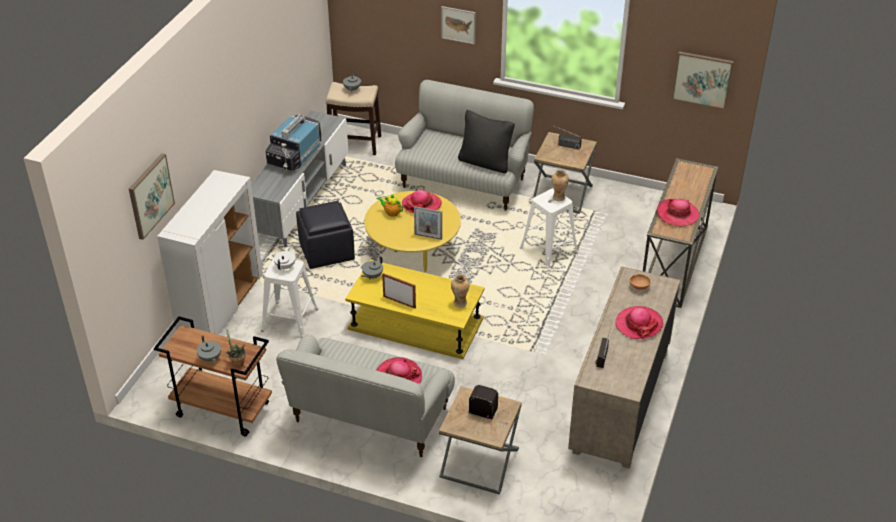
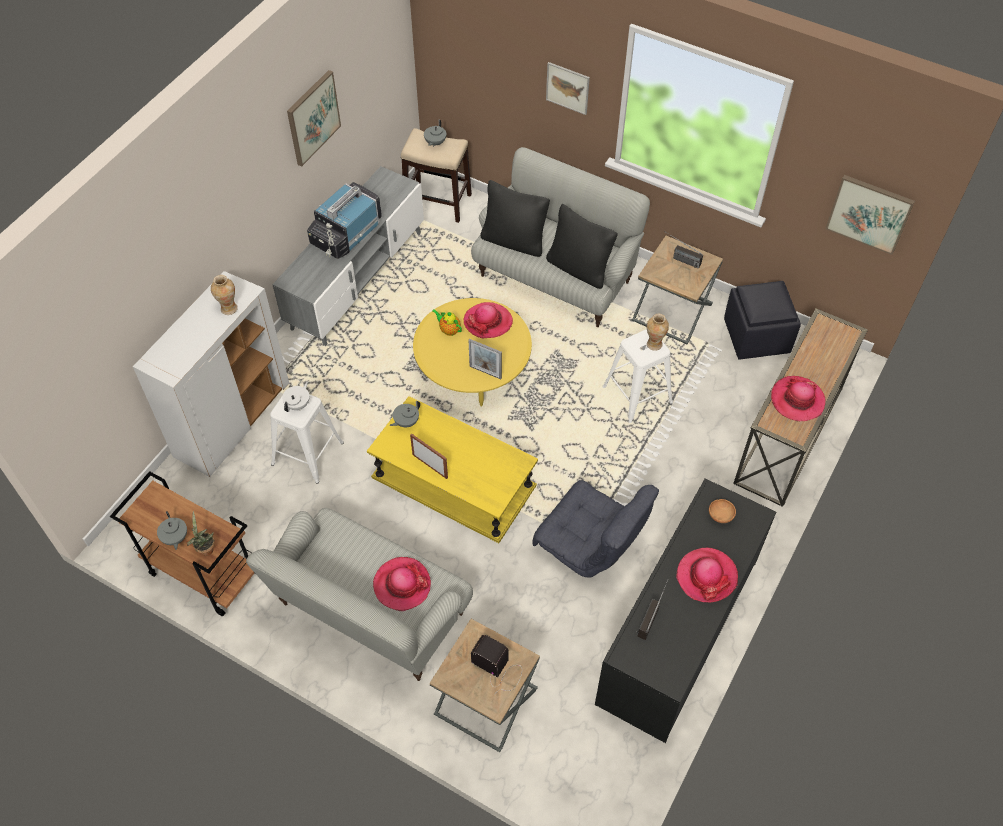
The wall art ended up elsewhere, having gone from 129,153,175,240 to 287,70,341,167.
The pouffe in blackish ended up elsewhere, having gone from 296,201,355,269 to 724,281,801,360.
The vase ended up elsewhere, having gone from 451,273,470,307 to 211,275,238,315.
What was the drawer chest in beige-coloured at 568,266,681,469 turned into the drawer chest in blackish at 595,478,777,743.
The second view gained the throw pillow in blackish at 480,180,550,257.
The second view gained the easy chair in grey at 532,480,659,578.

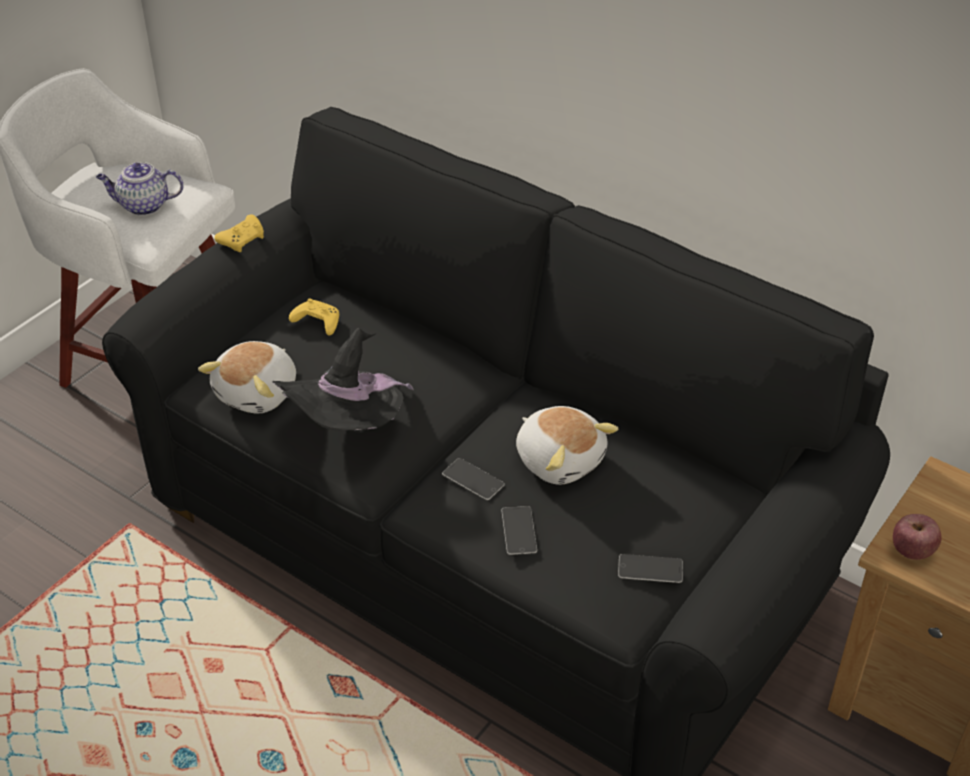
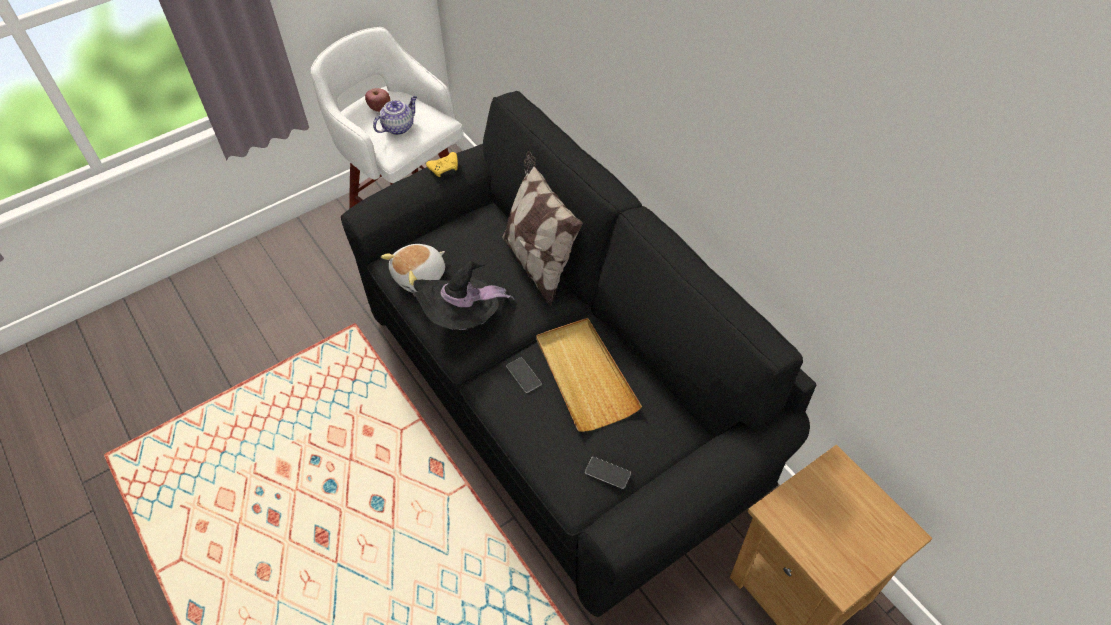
The teapot at 96,162,183,216 ended up facing another way, 120 degrees clockwise from before.
The second view lost the gamepad in yellowish at 289,299,339,335.
The second view lost the phone at 502,506,537,555.
Where the plush toy stood at 516,406,618,485, the tray in beige-coloured came to stand at 536,318,642,432.
The apple fruit ended up elsewhere, having gone from 893,514,941,560 to 365,88,390,112.
The second view gained the throw pillow at 502,151,583,307.

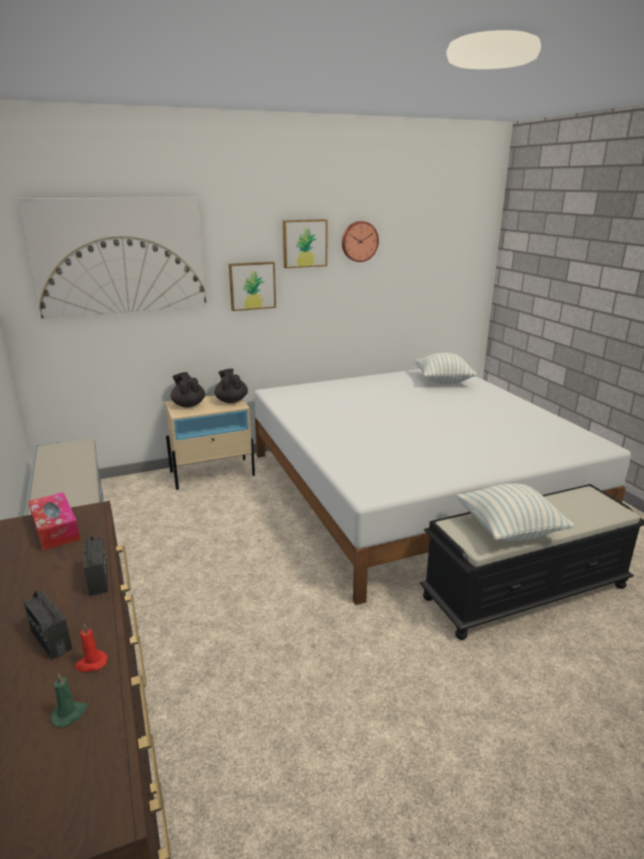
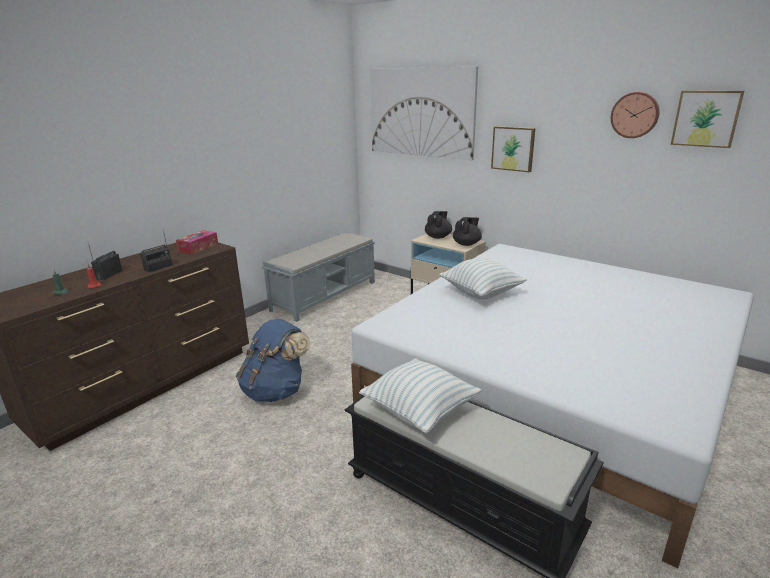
The wall art ended up elsewhere, having gone from 283,219,327,268 to 671,90,744,148.
The throw pillow ended up elsewhere, having gone from 415,353,477,384 to 439,258,527,300.
The second view gained the backpack in blue at 236,318,311,402.

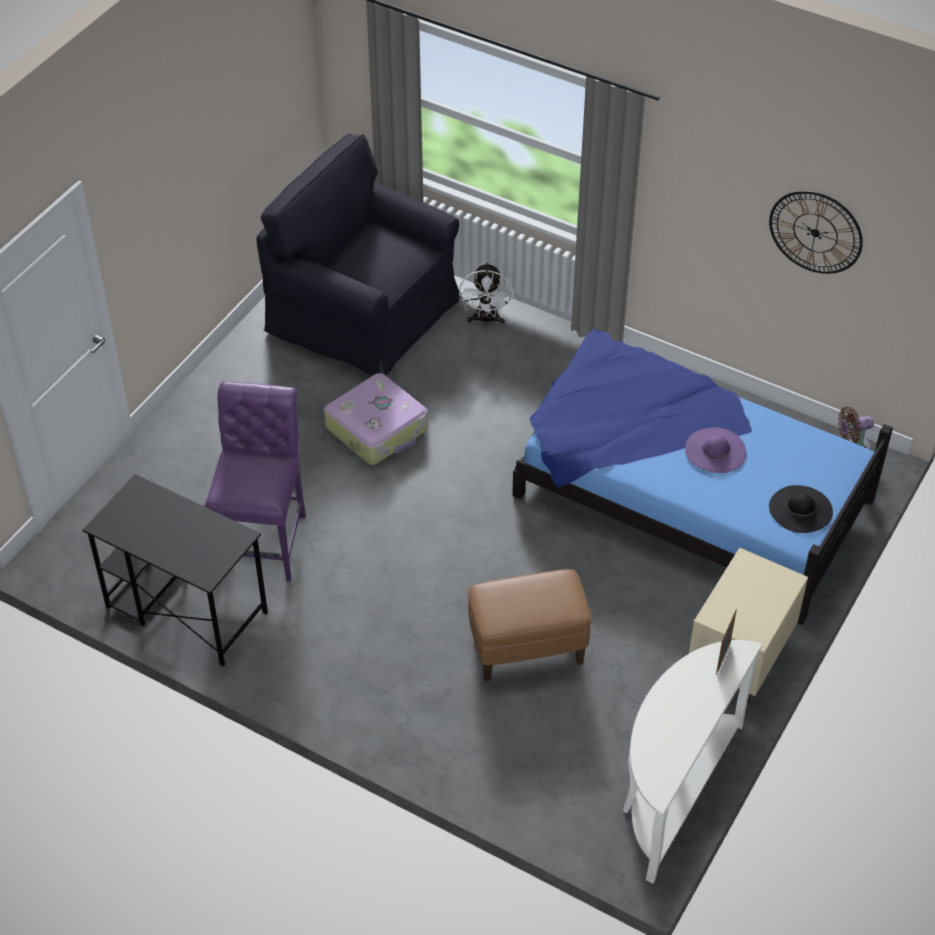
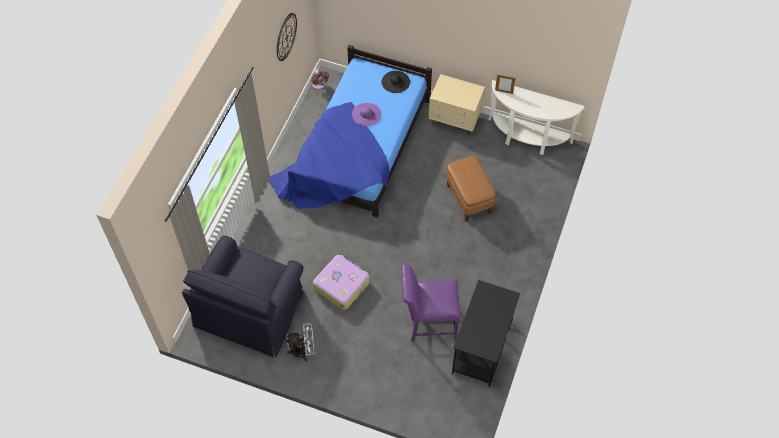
The electric fan in whitish ended up elsewhere, having gone from 459,262,513,325 to 286,323,314,361.

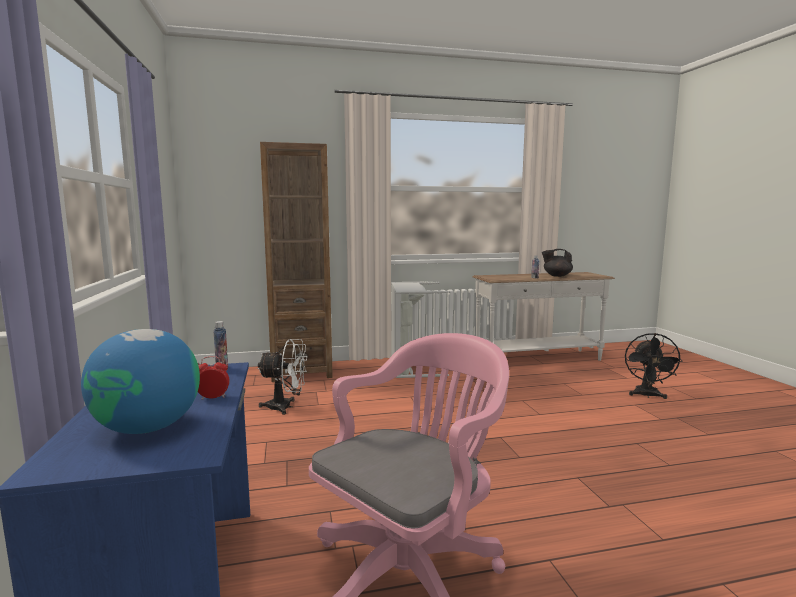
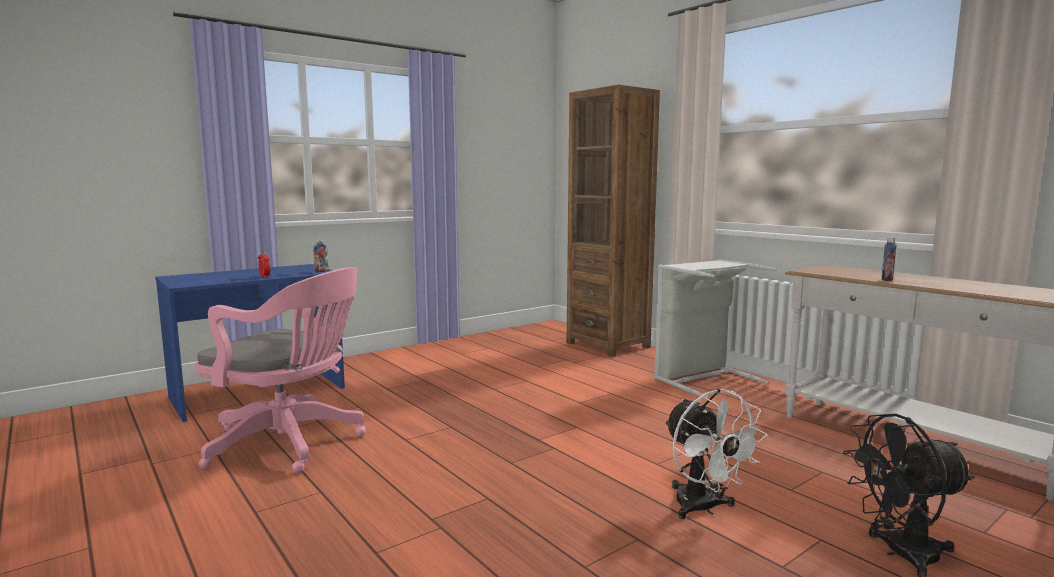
The second view lost the world globe at 81,329,200,434.
The electric fan in whitish ended up elsewhere, having gone from 257,339,307,415 to 665,389,768,519.
The second view lost the teapot in blackish at 542,249,573,277.

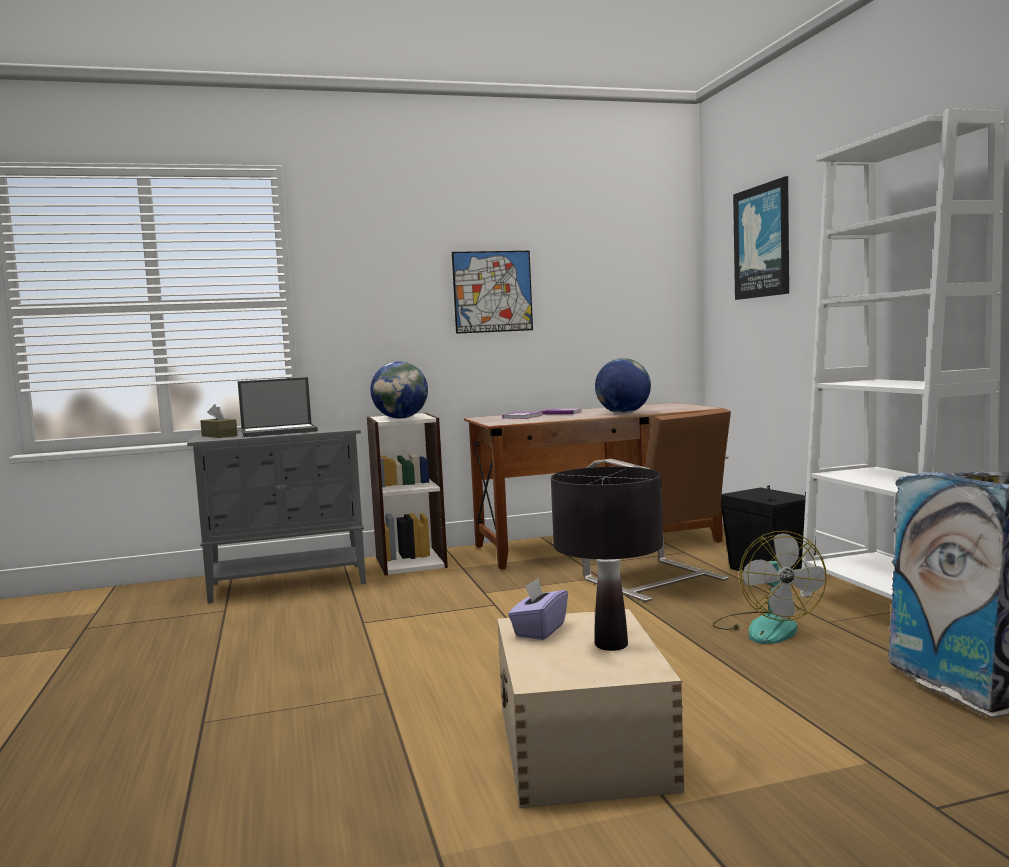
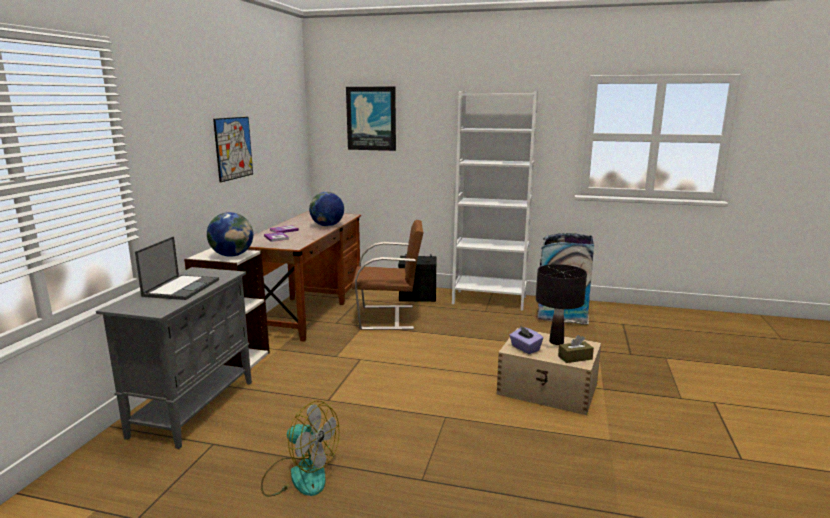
The tissue holder in brown-coloured ended up elsewhere, having gone from 200,404,237,438 to 558,335,594,363.
The electric fan ended up elsewhere, having gone from 712,531,827,644 to 261,400,339,497.

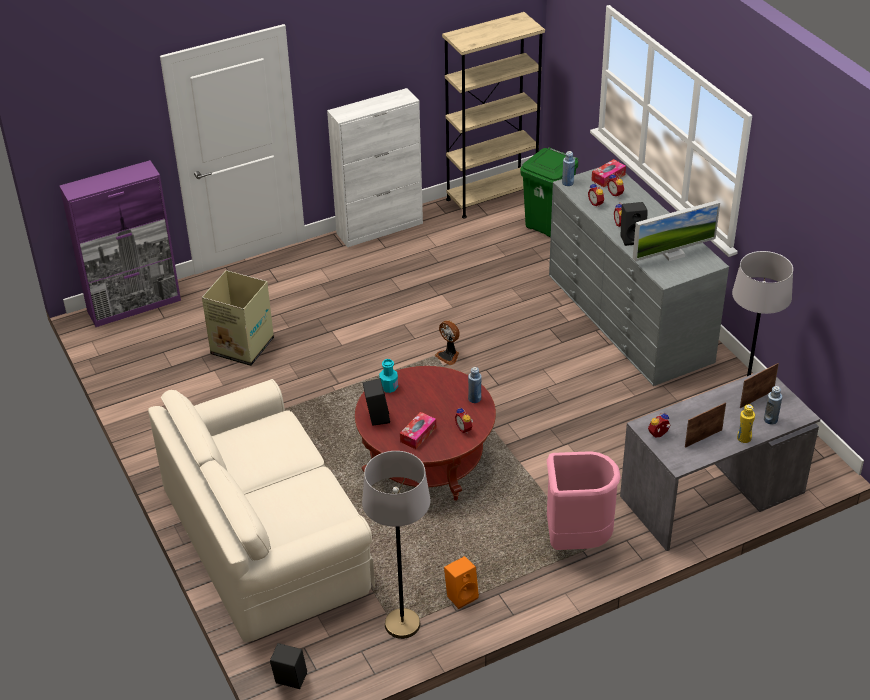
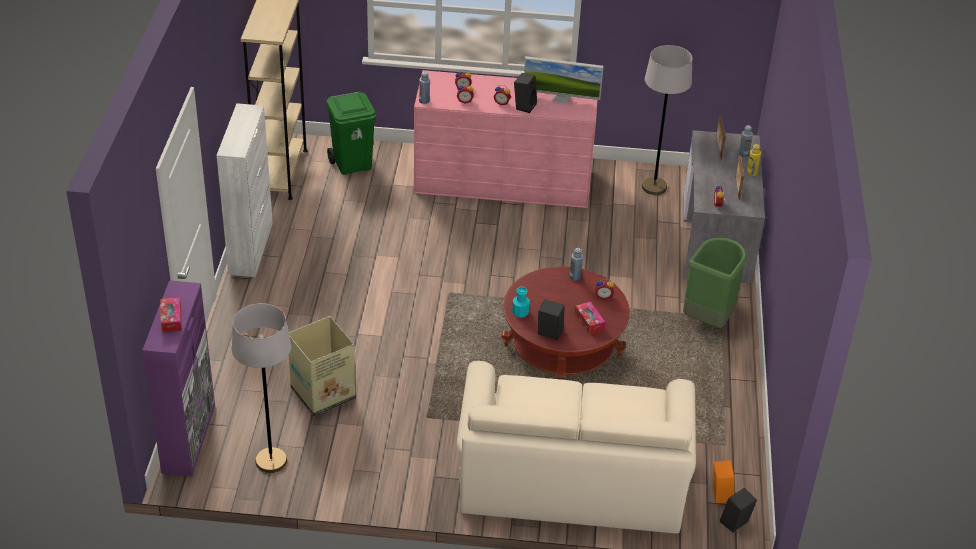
The floor lamp in grey ended up elsewhere, having gone from 362,451,430,639 to 232,303,291,473.
The second view lost the electric fan at 435,320,460,365.
The audio speaker in orange ended up elsewhere, having gone from 444,556,479,609 to 713,460,734,503.
What was the waste bin in pink-coloured at 547,451,621,550 turned into the waste bin in green at 683,238,747,328.
What was the drawer chest in grey at 549,168,729,386 turned into the drawer chest in pink-coloured at 414,70,598,208.
The tissue holder ended up elsewhere, having gone from 591,159,626,187 to 160,297,182,333.
The computer display at 633,200,720,261 ended up facing another way, 90 degrees clockwise from before.

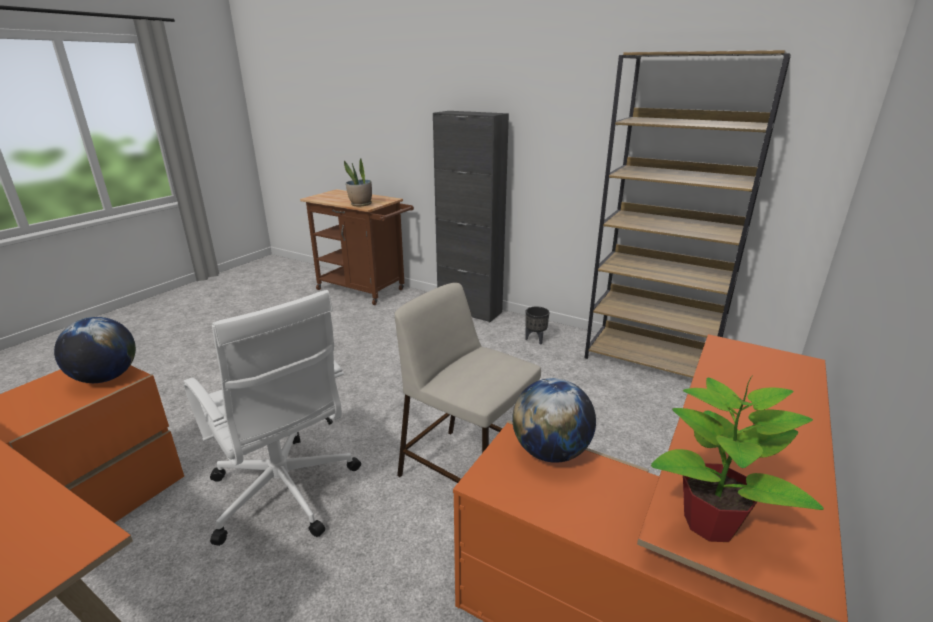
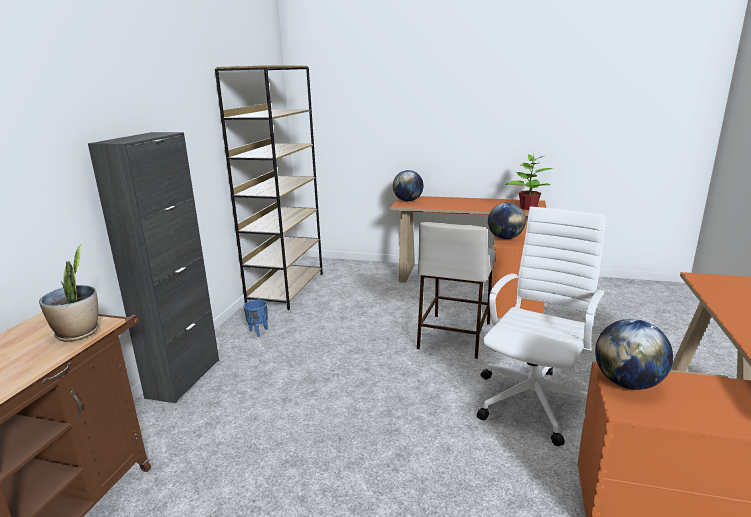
What was the flower pot in blackish at 525,306,550,345 turned into the flower pot in blue at 244,300,268,337.
The second view gained the world globe at 393,170,424,201.

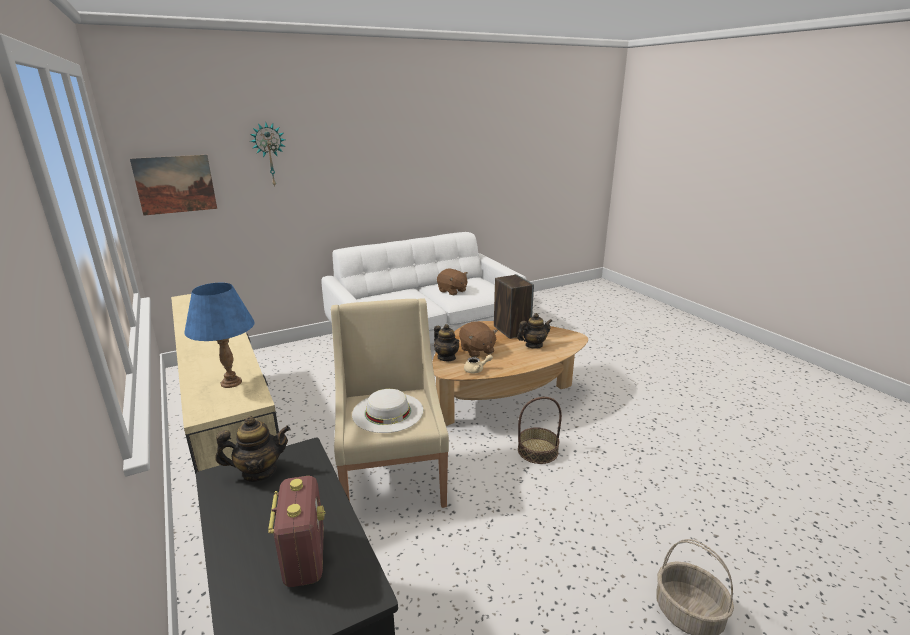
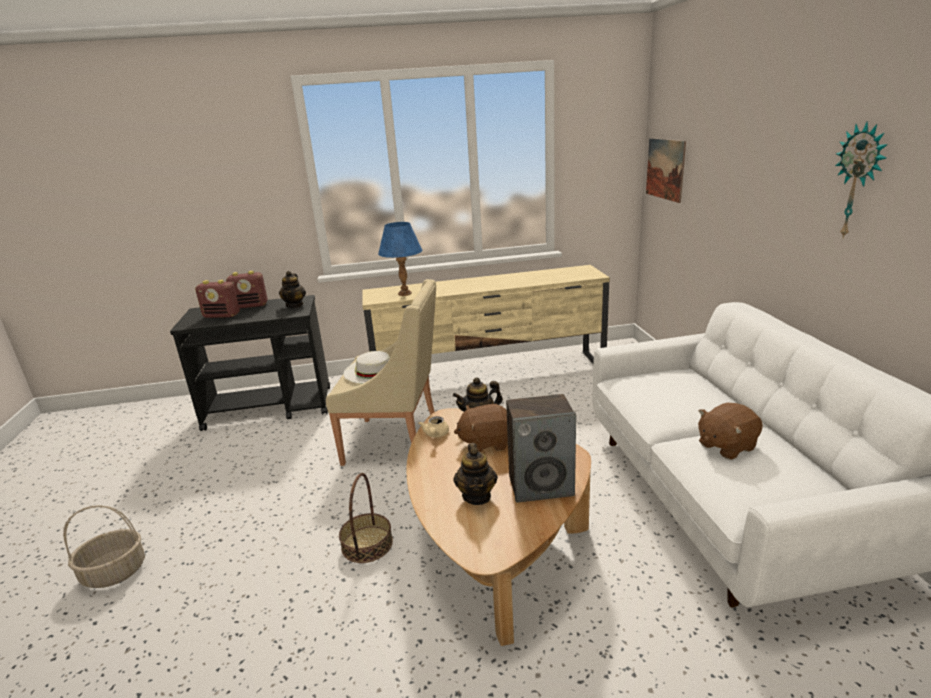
The hanging clock ended up elsewhere, having gone from 250,122,286,187 to 835,121,888,238.
The second view gained the radio at 226,271,268,309.

